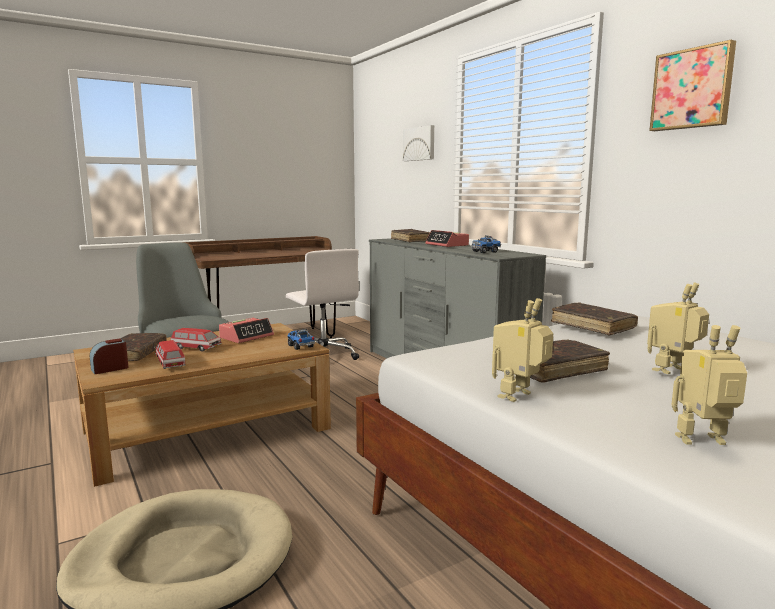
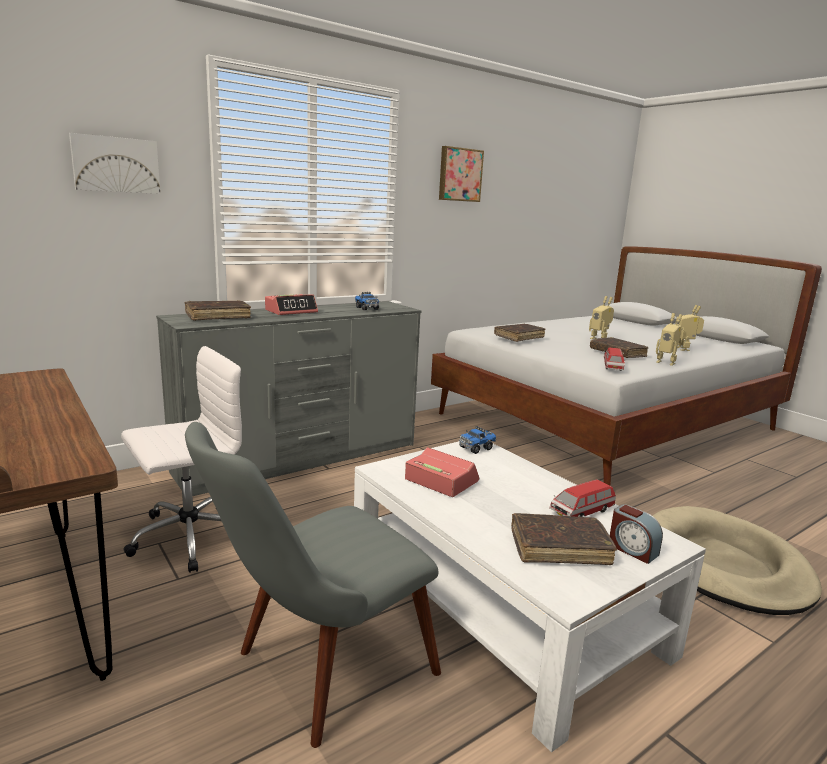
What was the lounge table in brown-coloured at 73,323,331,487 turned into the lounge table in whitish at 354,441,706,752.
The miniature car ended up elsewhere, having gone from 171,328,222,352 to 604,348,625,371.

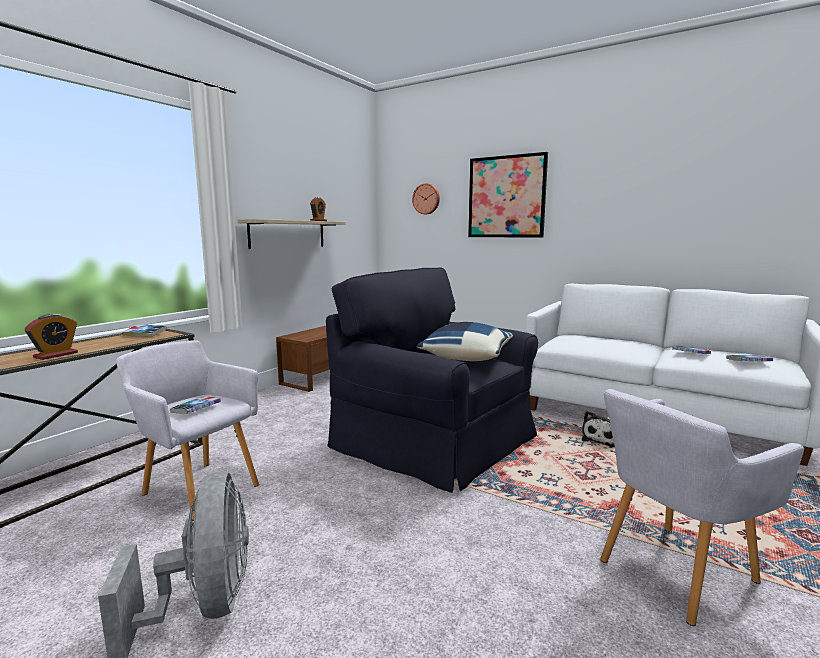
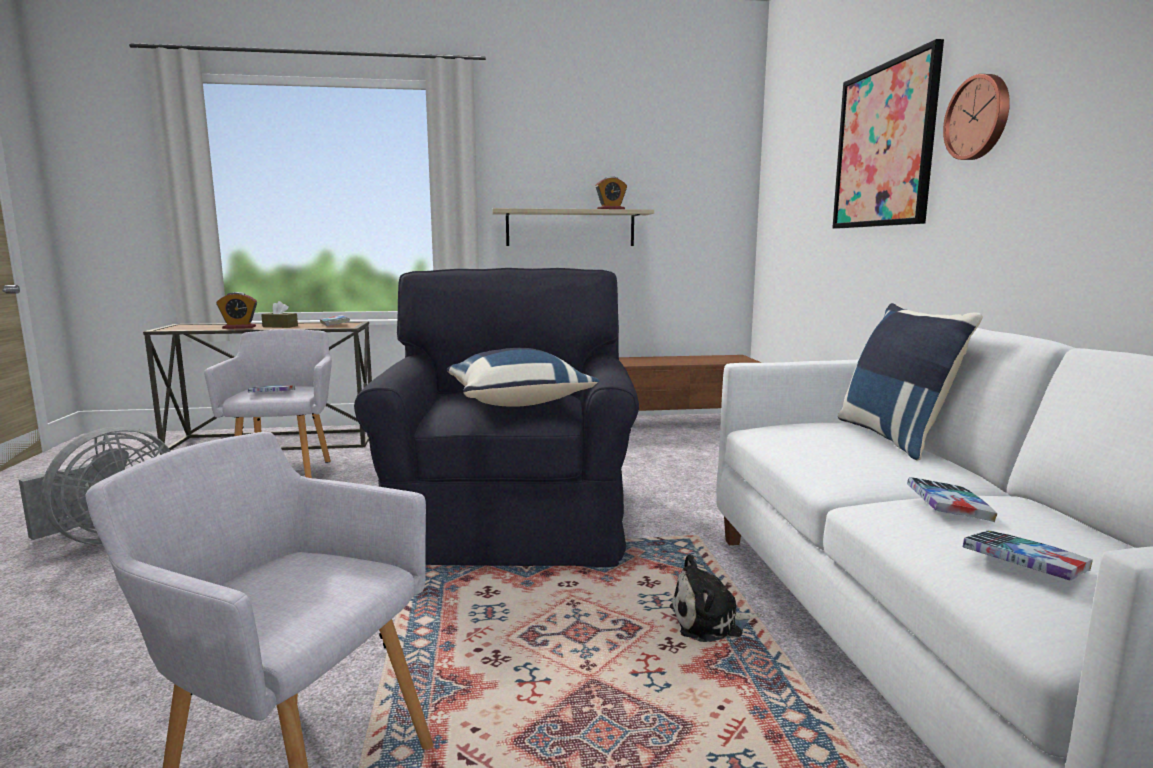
The hanging clock ended up elsewhere, having gone from 412,184,440,214 to 943,74,1010,160.
The second view gained the tissue holder in brown-coloured at 261,301,298,328.
The second view gained the throw pillow in blue at 838,303,983,460.

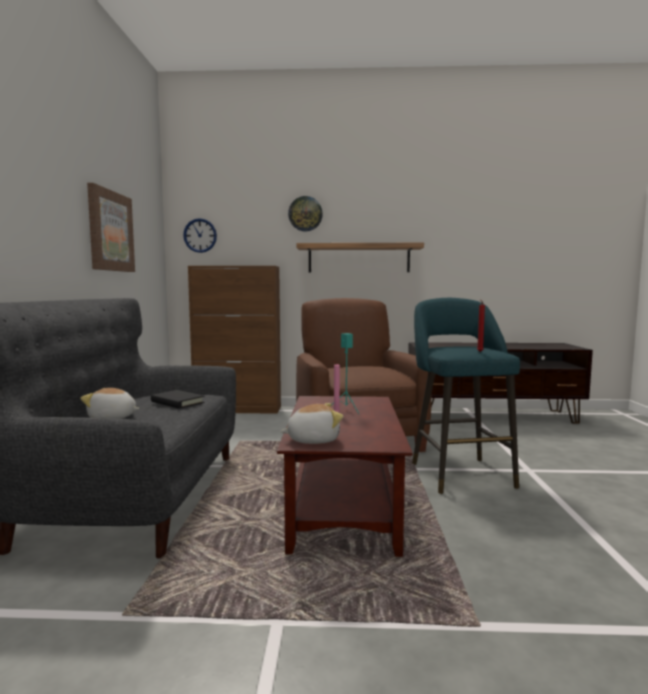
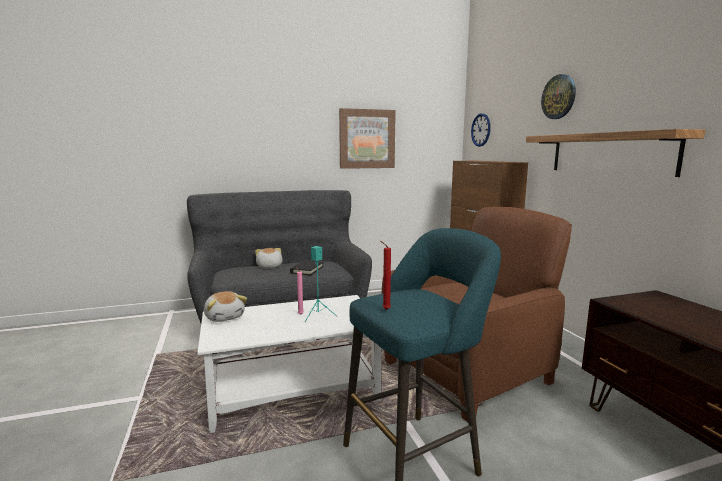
What was the lounge table in brown-coloured at 277,396,413,557 turned into the lounge table in whitish at 197,295,381,433.

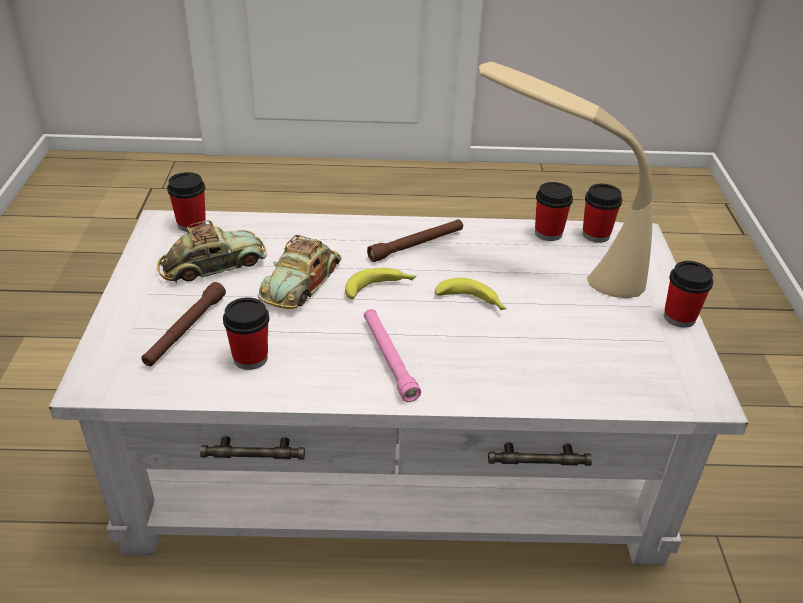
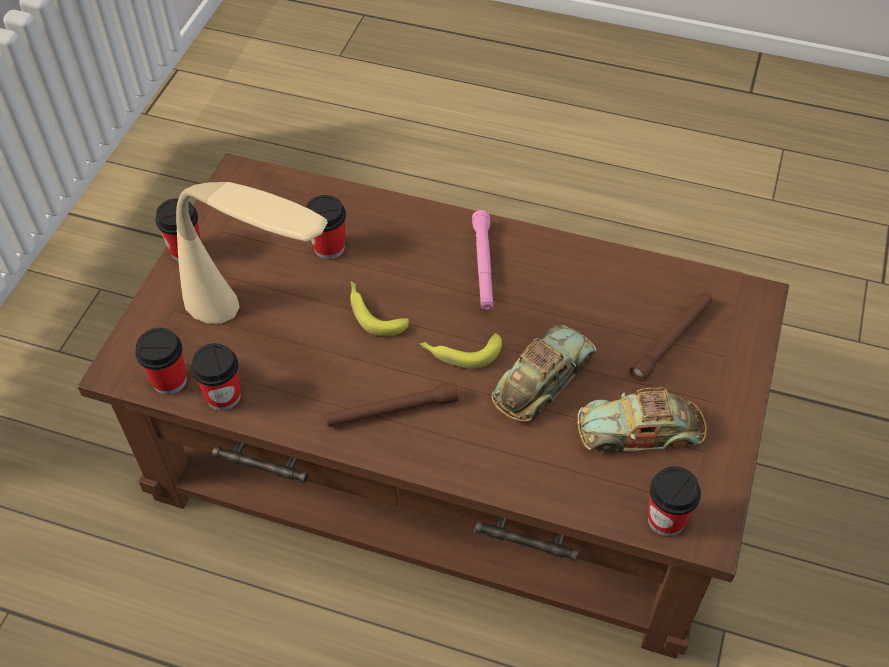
What was the lounge table in whitish at 49,210,748,565 turned into the lounge table in brown-coloured at 77,153,789,658.
The drinking cup ended up elsewhere, having gone from 223,297,269,370 to 306,195,346,259.

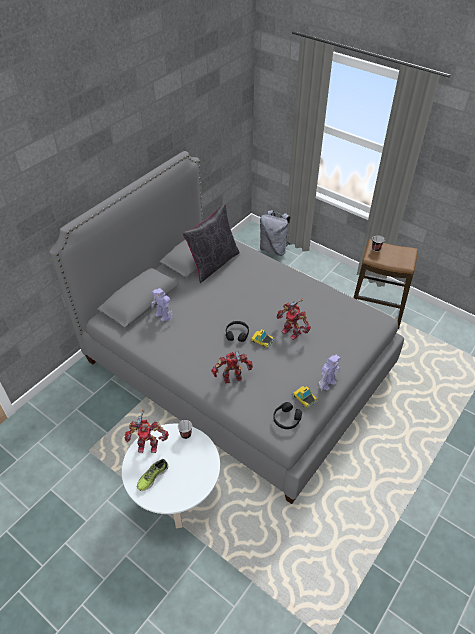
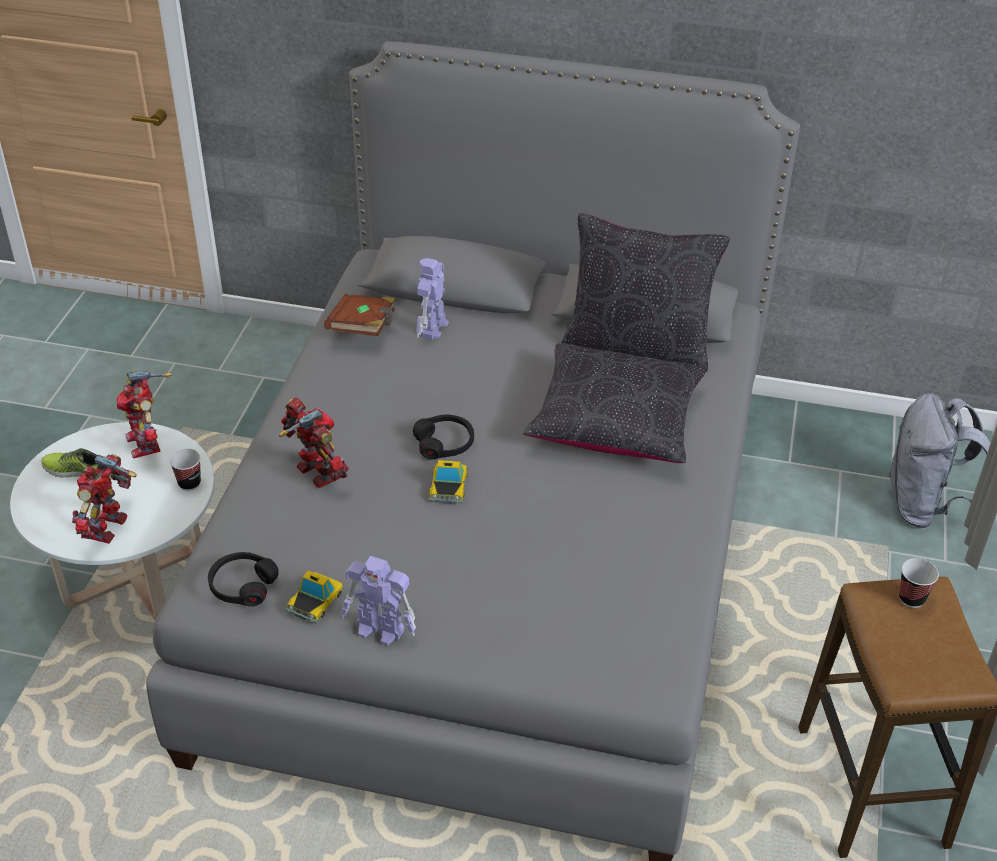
The model robot ended up elsewhere, having gone from 277,299,311,340 to 72,455,137,544.
The second view gained the volume in brown-coloured at 324,294,396,336.
The second view gained the throw pillow in blackish at 523,343,707,463.

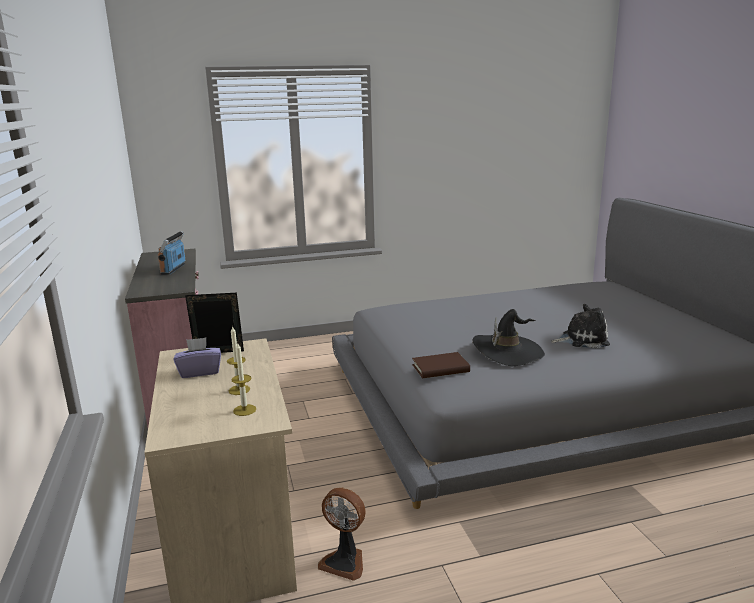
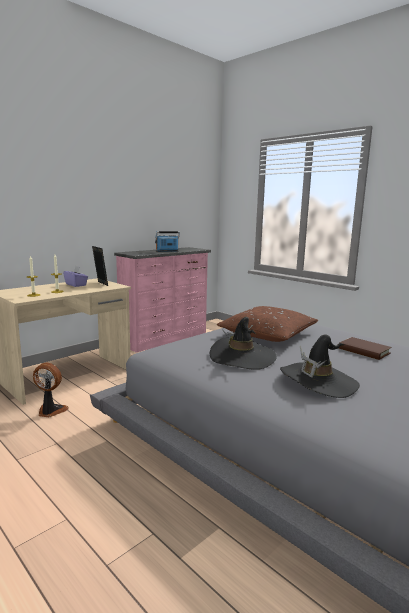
The electric fan at 318,487,366,581 ended up facing another way, 105 degrees clockwise from before.
The volume in brown-coloured ended up elsewhere, having gone from 412,352,470,378 to 339,337,392,360.
Where the plush toy stood at 551,304,610,348, the hat in blackish came to stand at 280,334,360,398.
The second view gained the throw pillow in brown-coloured at 217,306,318,342.

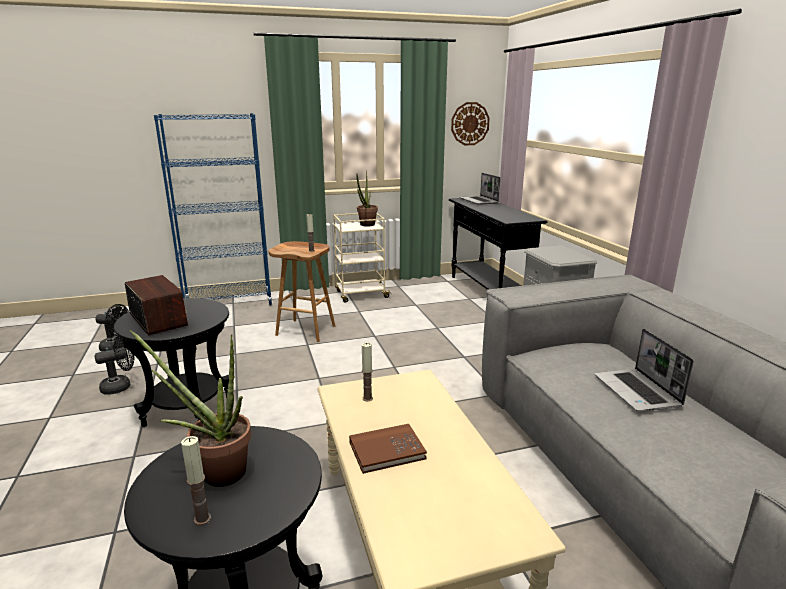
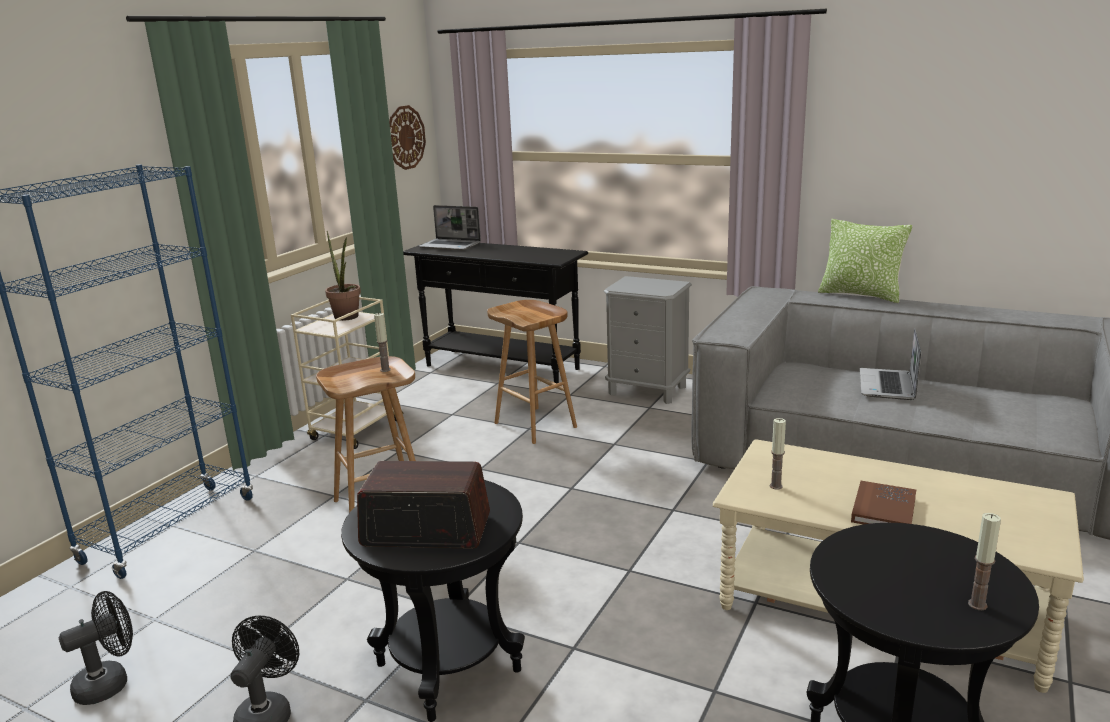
The second view lost the plant in a pot at 129,330,251,487.
The notebook computer at 594,329,694,412 ended up facing another way, 75 degrees clockwise from before.
The second view gained the stool seat in brown-coloured at 487,300,577,444.
The second view gained the throw pillow at 818,219,912,303.

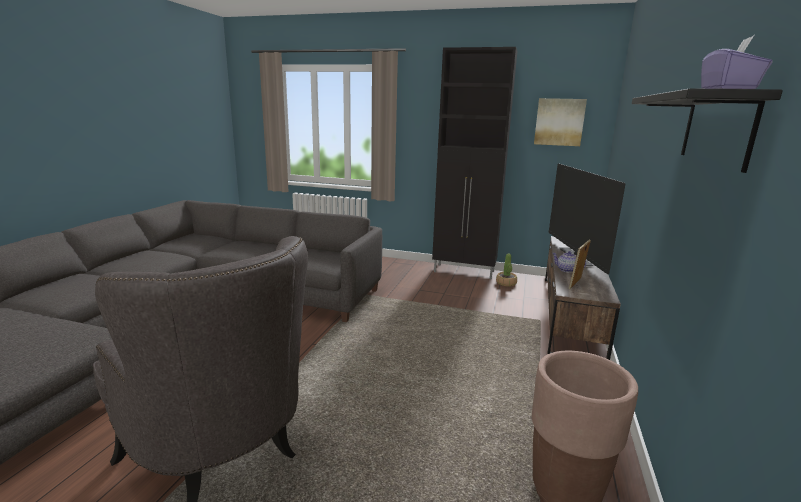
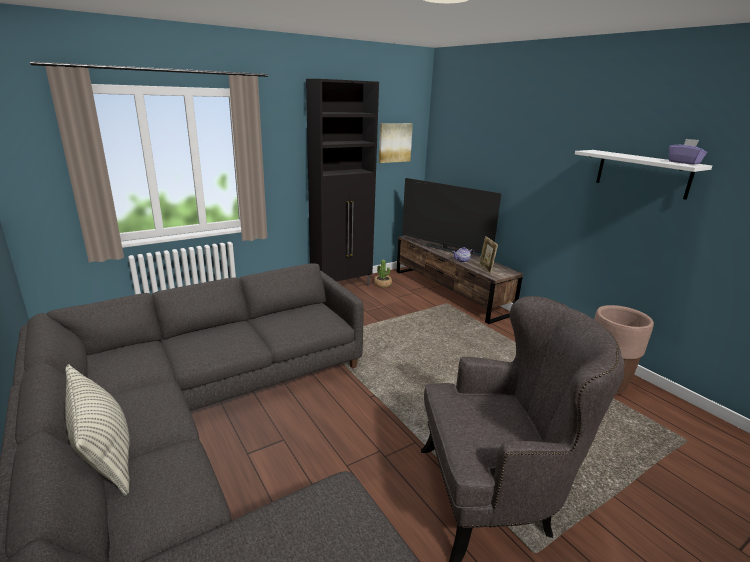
What was the shelf in blackish at 632,88,783,173 turned into the shelf in whitish at 575,150,712,200.
The second view gained the throw pillow at 65,365,130,496.

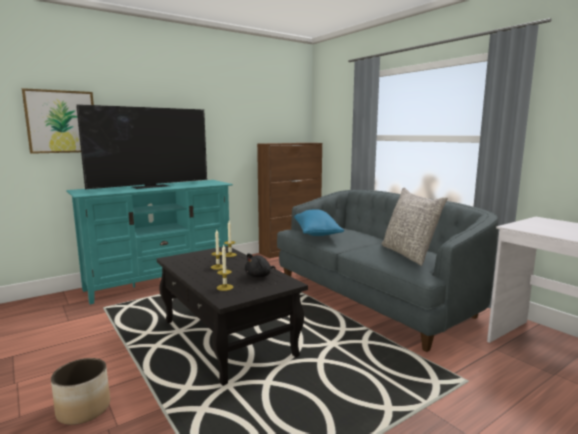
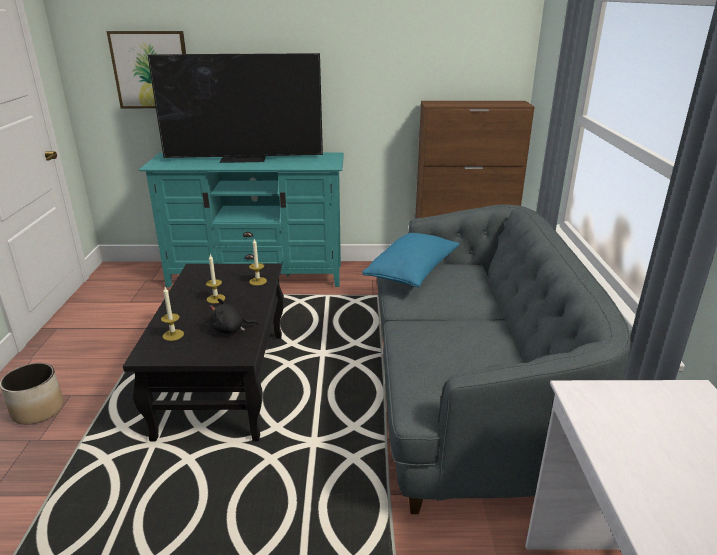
The second view lost the throw pillow in grey at 382,188,448,266.

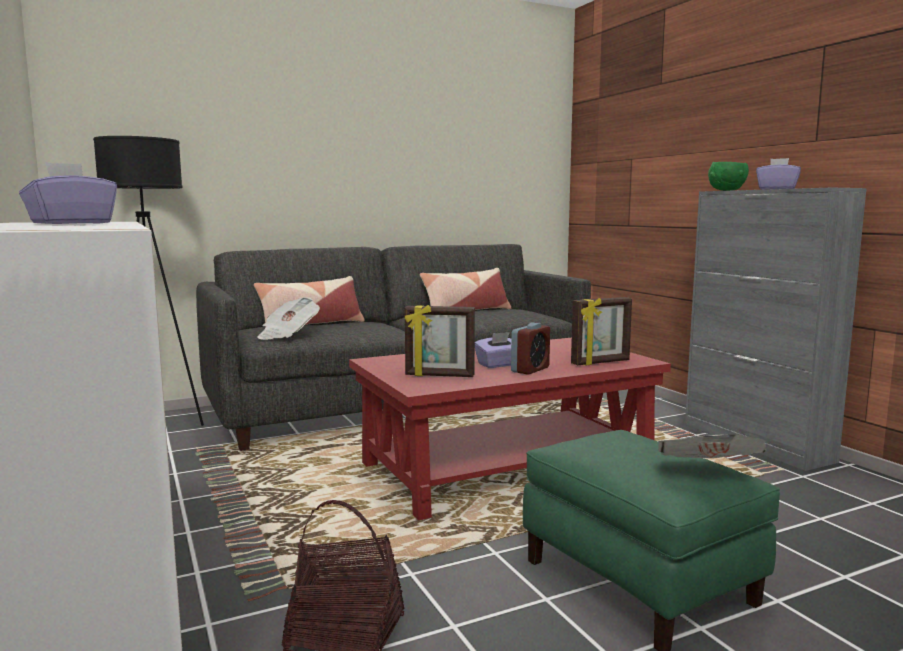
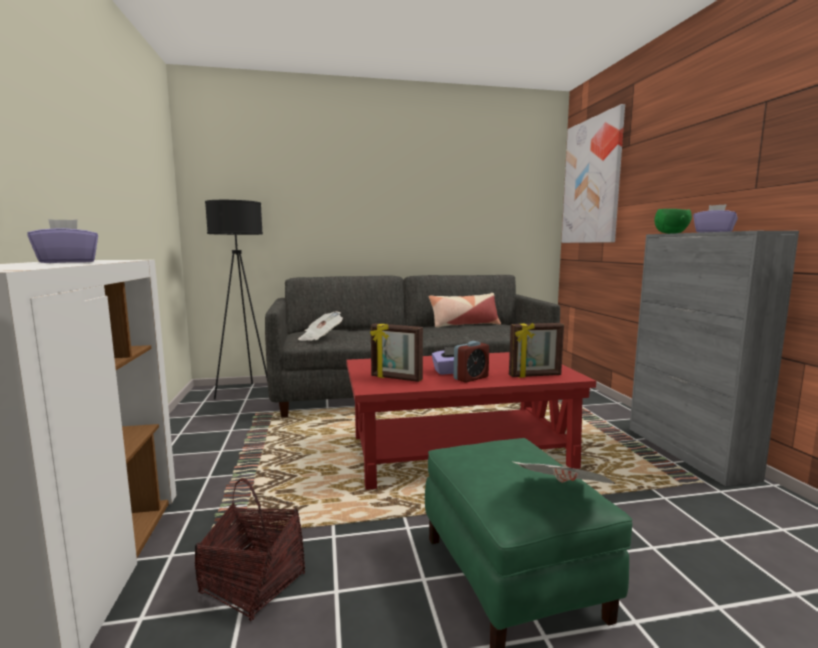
The second view lost the throw pillow at 254,276,365,328.
The second view gained the wall art at 562,104,625,243.

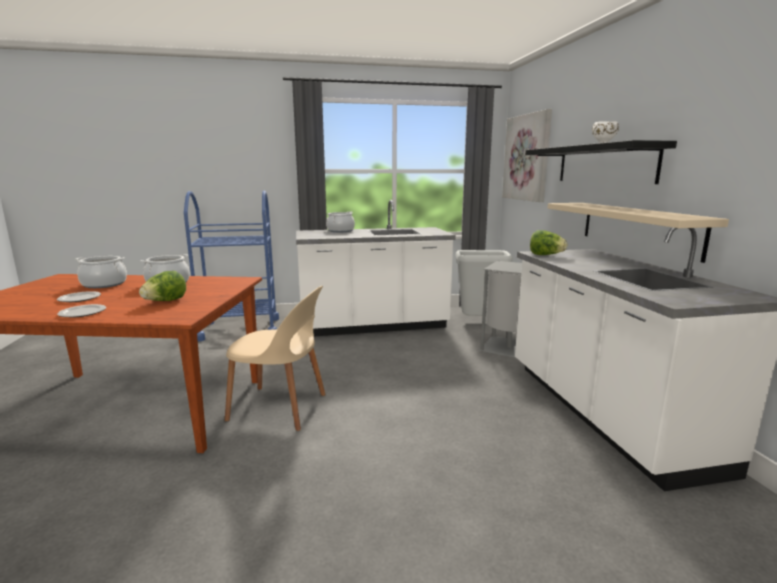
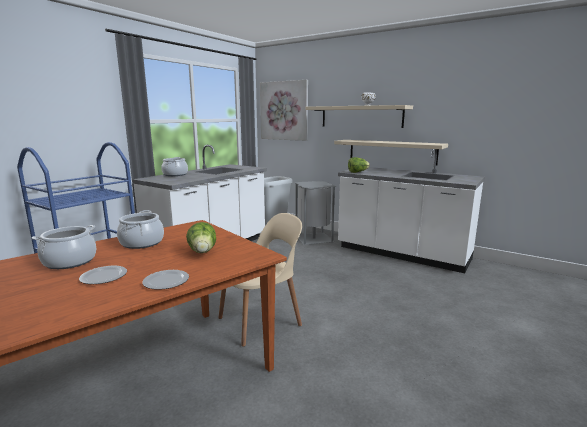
What was the shelf in blackish at 526,140,677,184 turned into the shelf in beige-coloured at 306,105,413,128.

